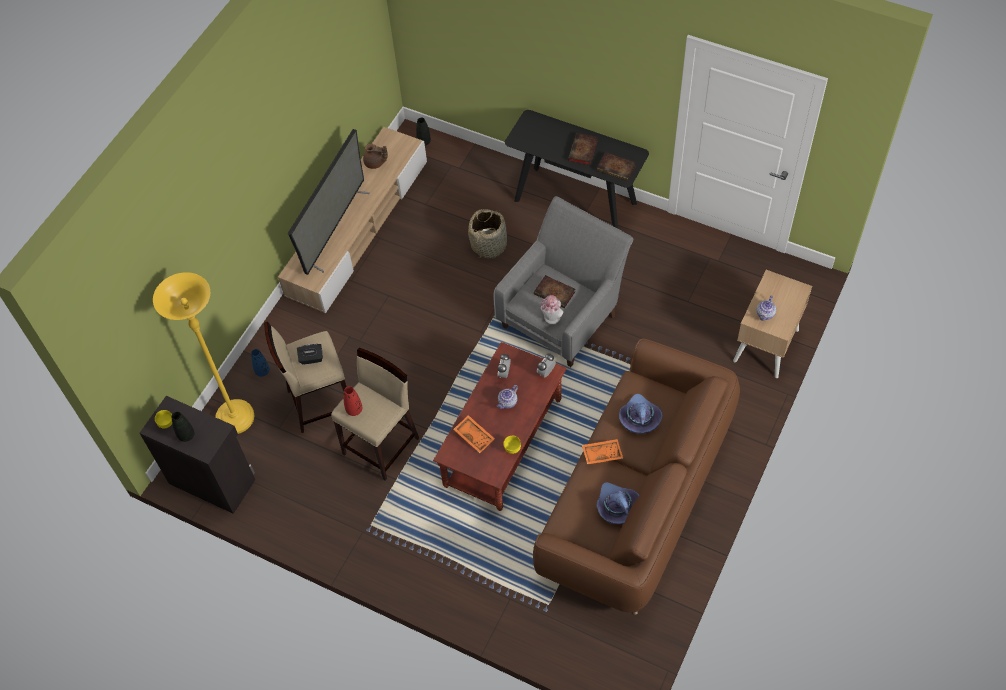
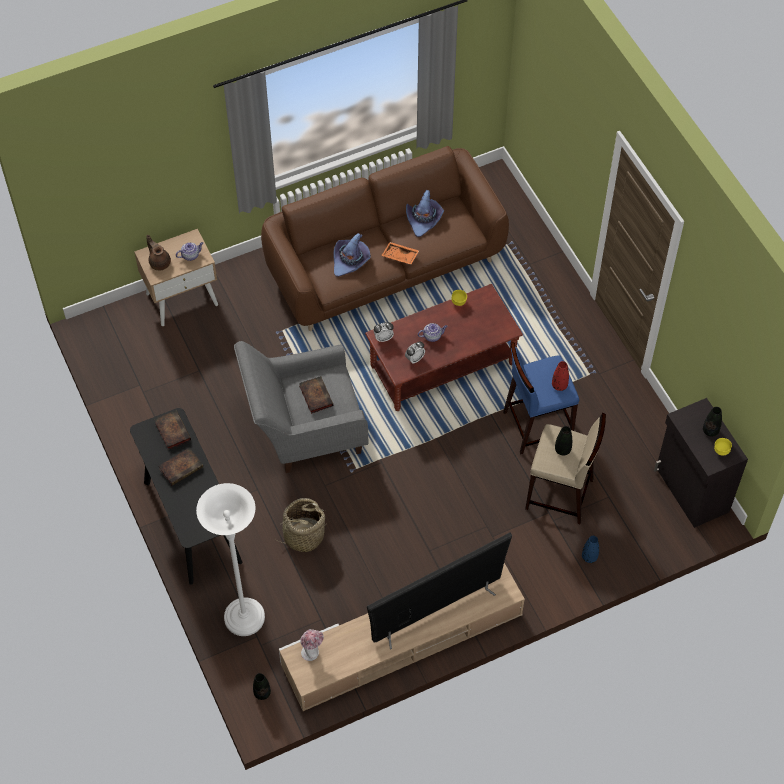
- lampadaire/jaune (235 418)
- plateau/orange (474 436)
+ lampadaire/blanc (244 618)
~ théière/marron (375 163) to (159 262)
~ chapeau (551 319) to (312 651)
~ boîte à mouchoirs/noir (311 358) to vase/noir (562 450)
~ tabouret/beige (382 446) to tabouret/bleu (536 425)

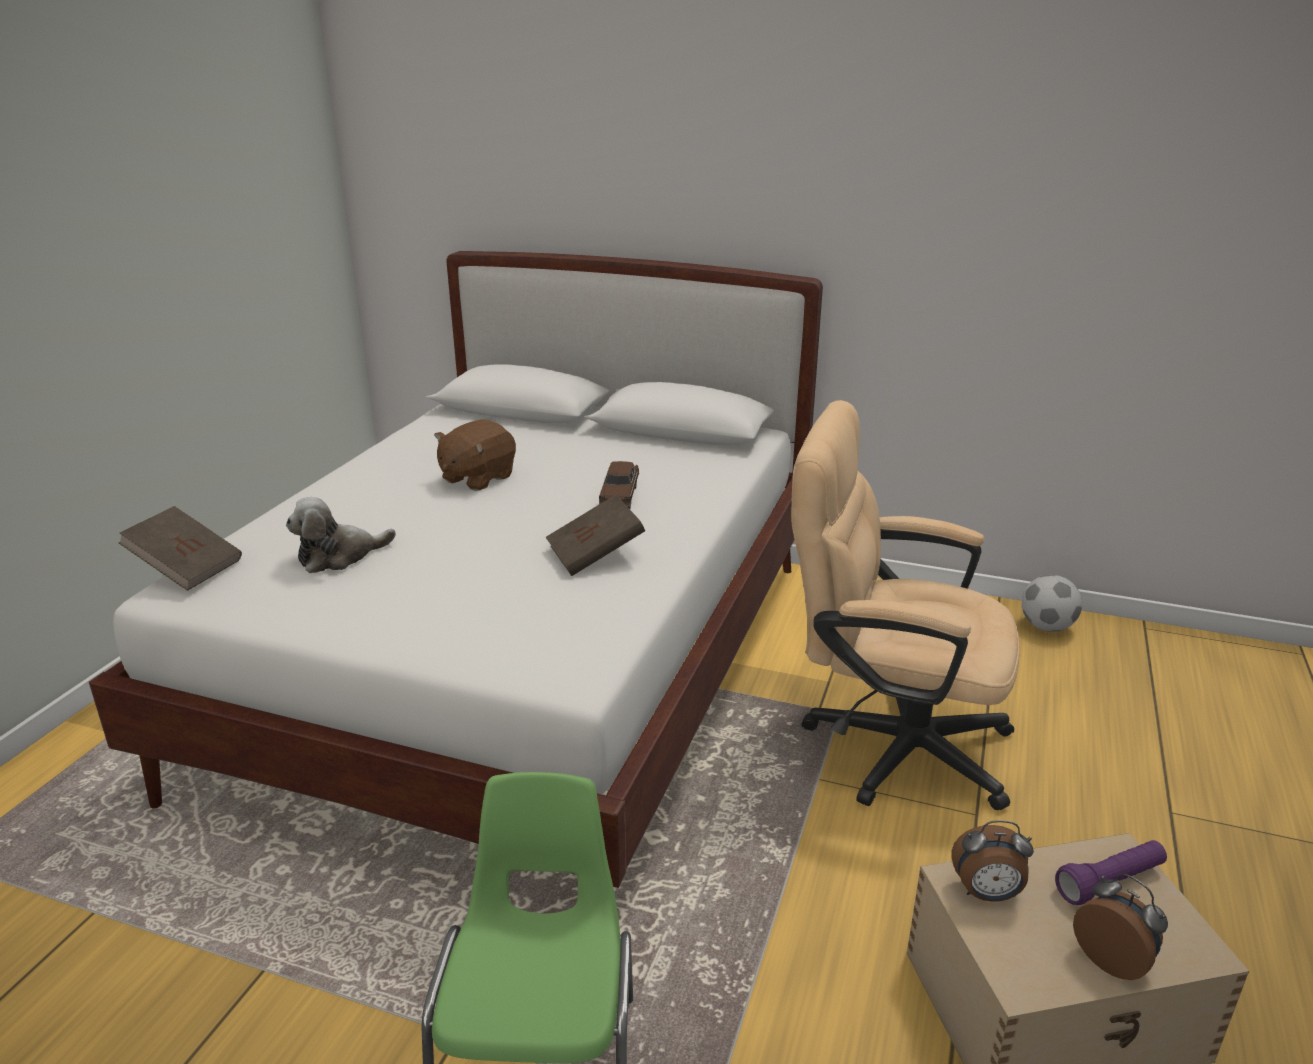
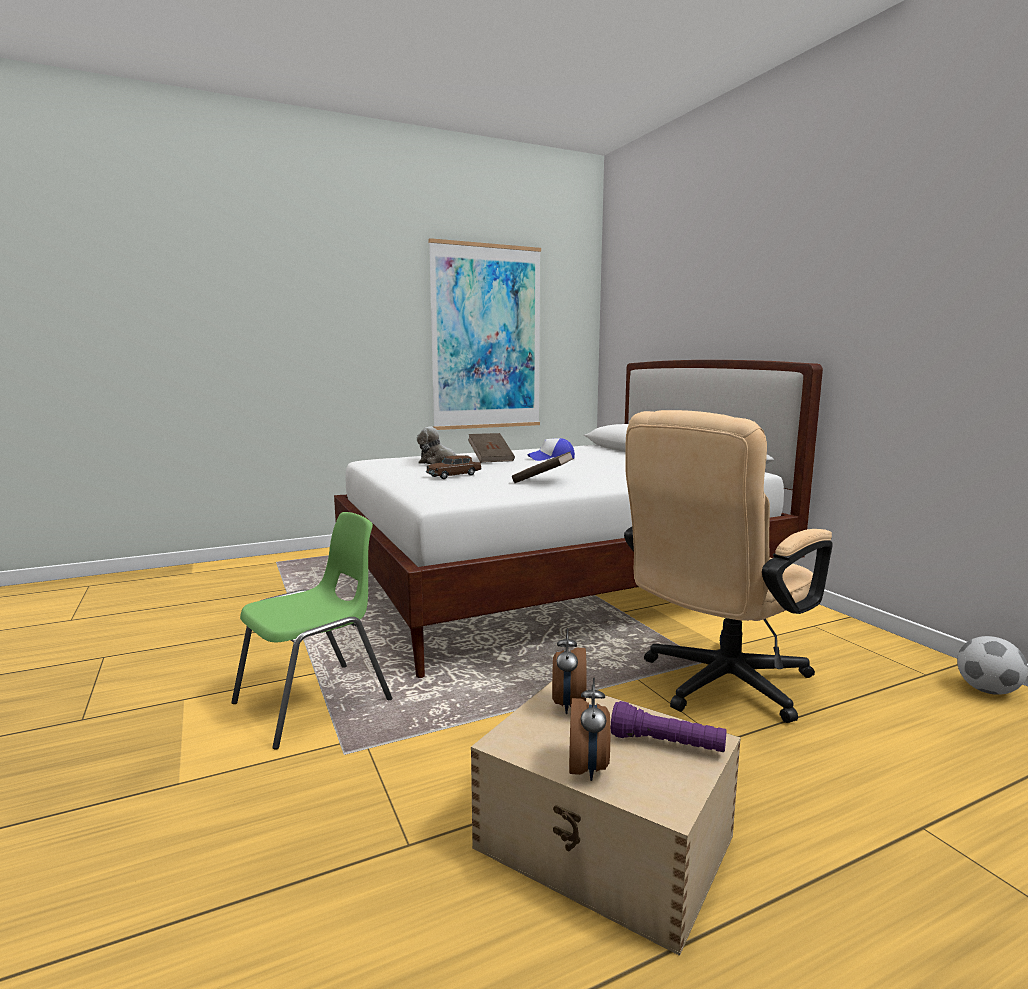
+ tableau (486 338)
~ livre/marron (186 568) to (491 459)
~ petite voiture/marron (619 496) to (454 475)
~ peluche/marron (477 478) to casquette (551 458)
~ chaise de bureau/beige (888 744) = (716 686) 105 degrees counterclockwise
~ réveil (987 894) = (568 705) 45 degrees clockwise

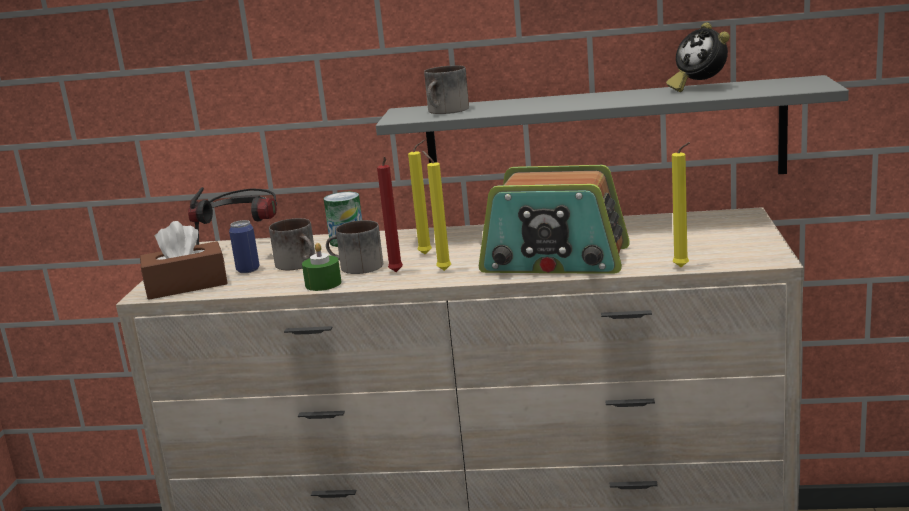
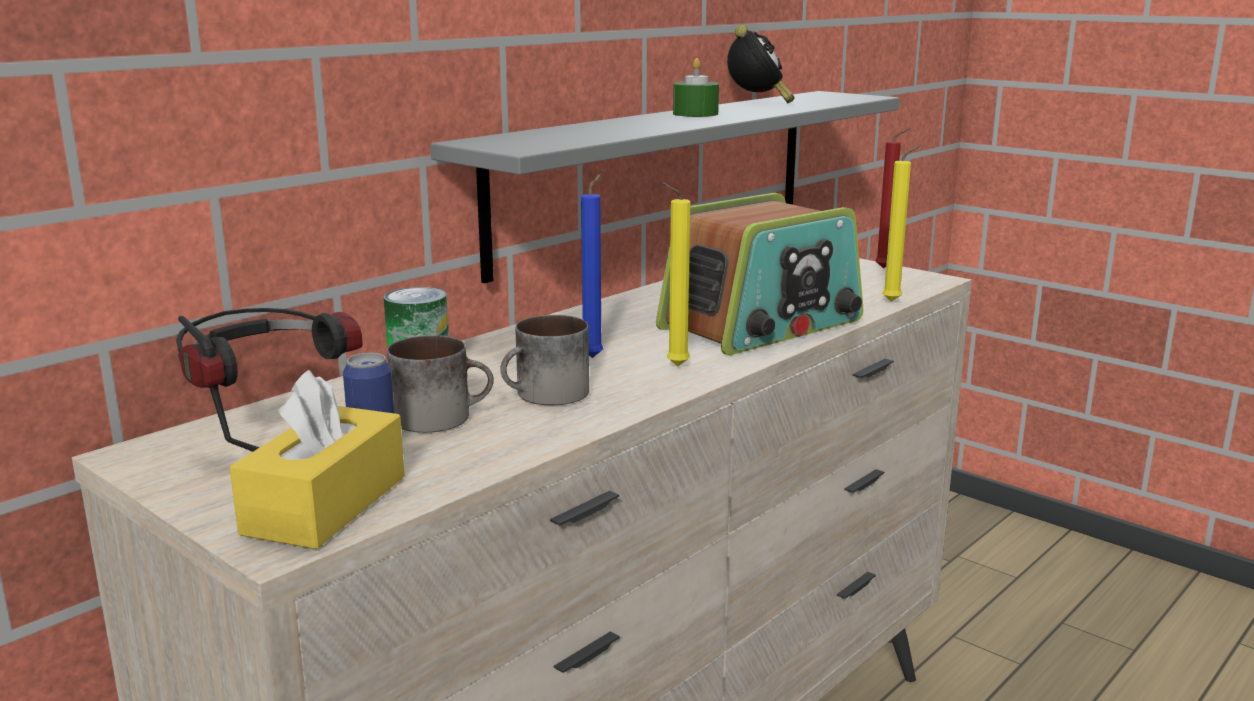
- mug (447 111)
~ bougie/vert (323 284) to (695 114)
~ bougie/rouge (396 273) to (886 268)
~ boîte à mouchoirs/marron (186 285) to boîte à mouchoirs/jaune (326 505)
~ bougie/jaune (427 254) to bougie/bleu (594 357)
~ réveil (699 88) = (757 103) 90 degrees counterclockwise

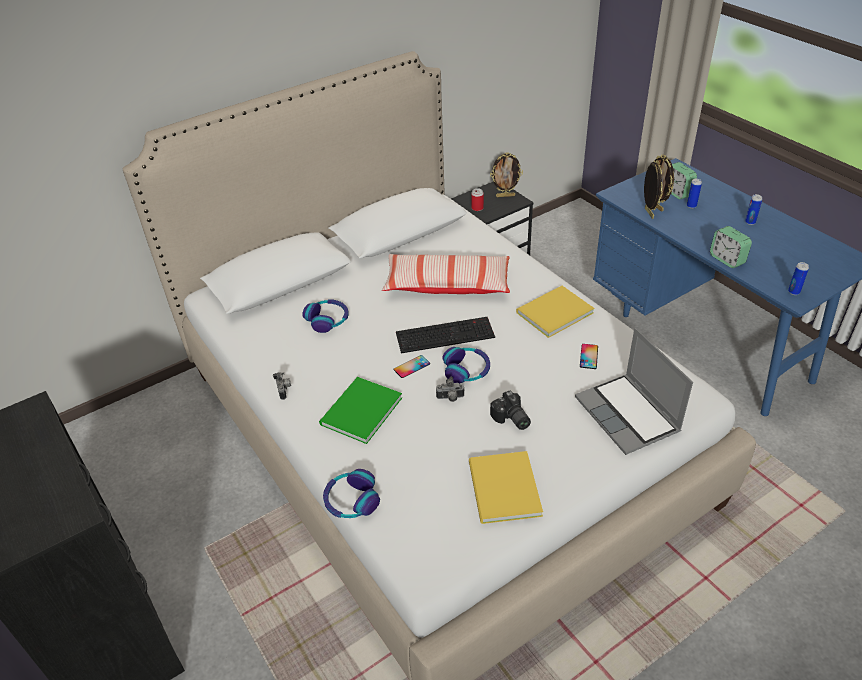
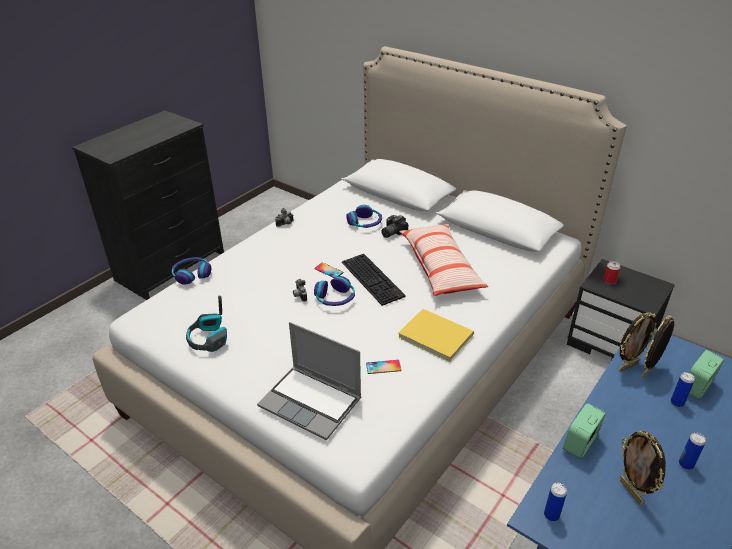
- livre/vert (358 412)
~ cadre photo (505 196) to (631 491)
~ appareil photo (511 419) to (391 232)
~ livre/jaune (502 491) to casque audio (209 339)
~ ordinateur portable (628 415) = (312 402) 105 degrees counterclockwise

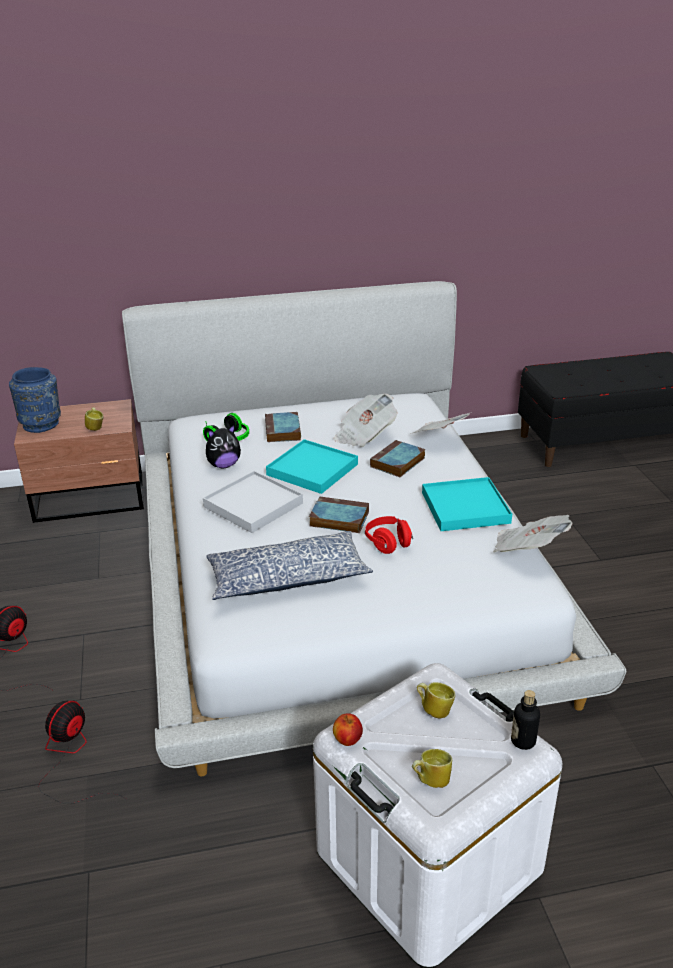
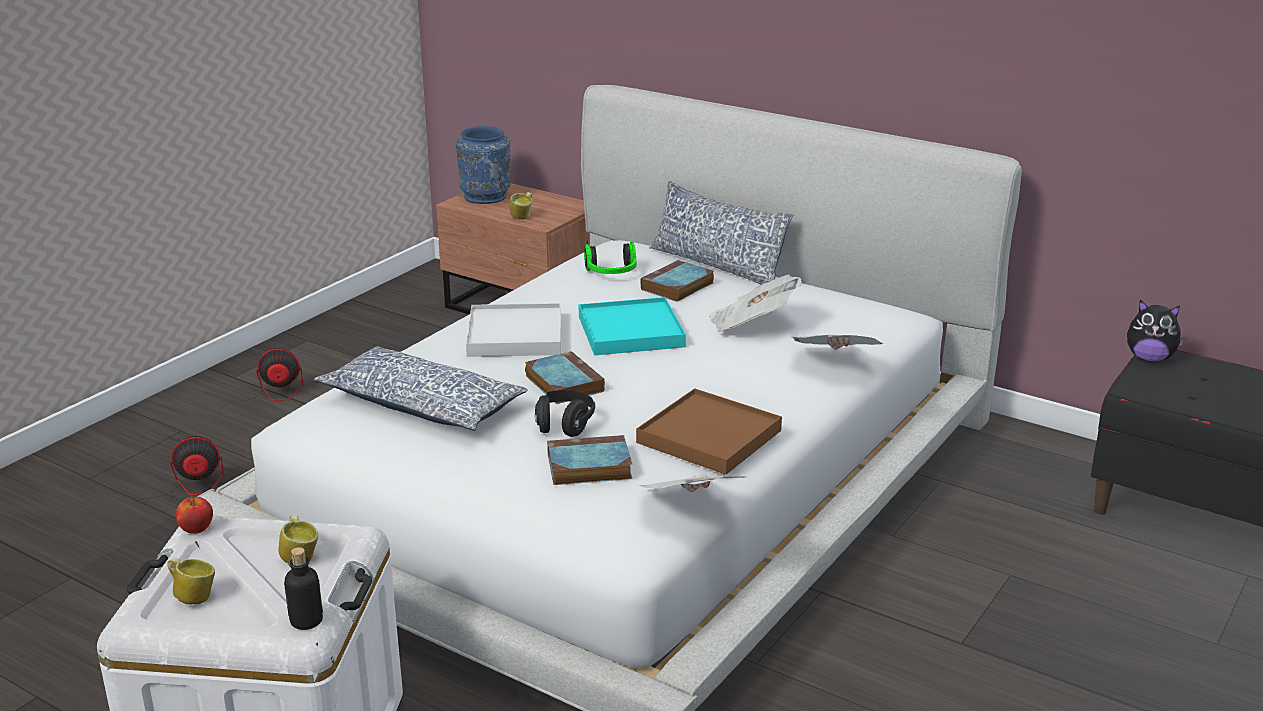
+ coussin (717 265)
~ peluche (223 465) to (1149 358)
~ livre (397 463) to (587 467)
~ casque audio/rouge (388 543) to casque audio/noir (564 426)
~ plateau/turquoise (465 507) to plateau/marron (709 436)

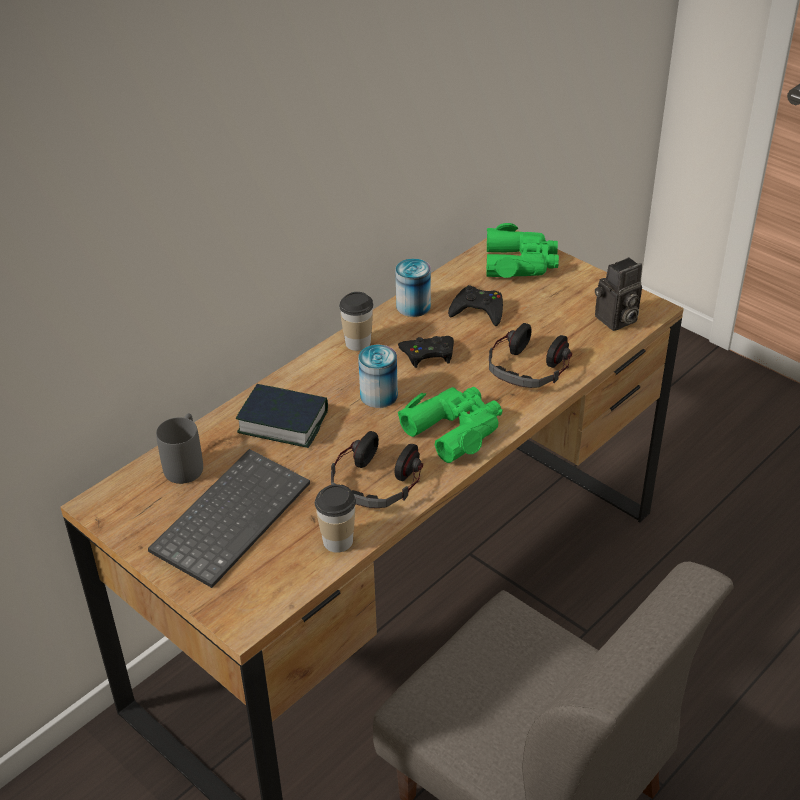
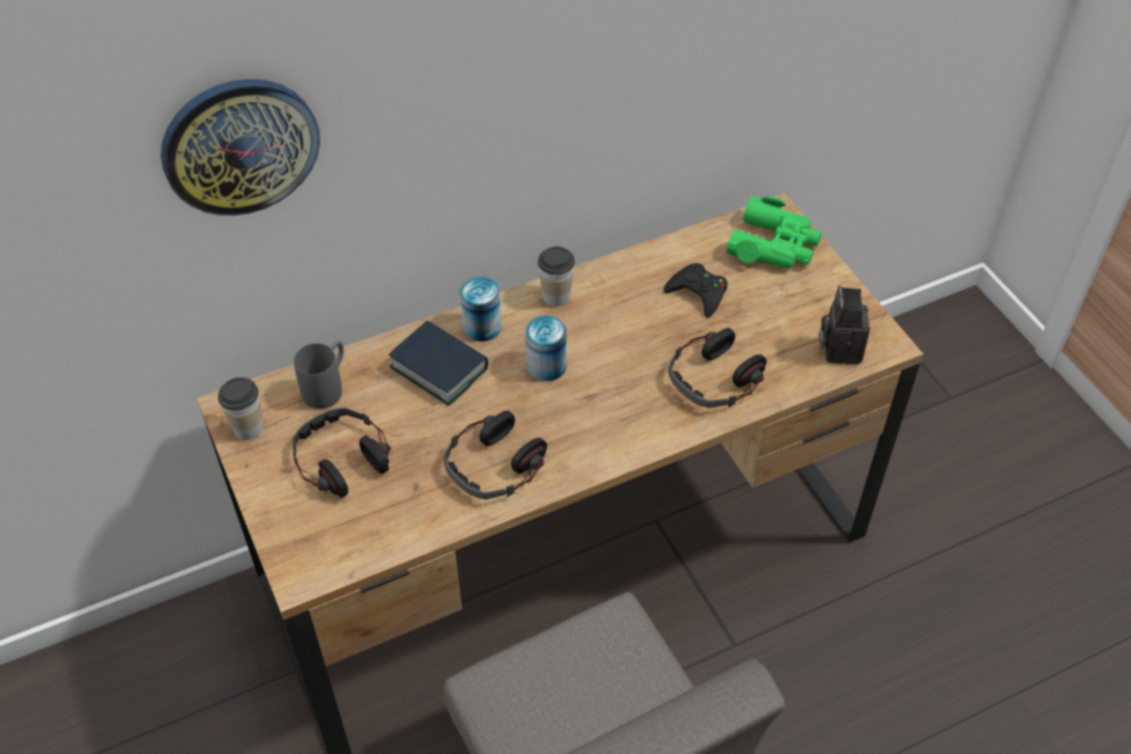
- manette/noir (428 354)
- jumelles/vert (455 429)
+ horloge murale (240 146)
~ tasse (338 541) to (248 428)
~ boîte métallique (413 306) to (482 326)
~ clavier (231 516) to casque audio (341 459)
~ appareil photo (616 320) = (839 348) 105 degrees clockwise

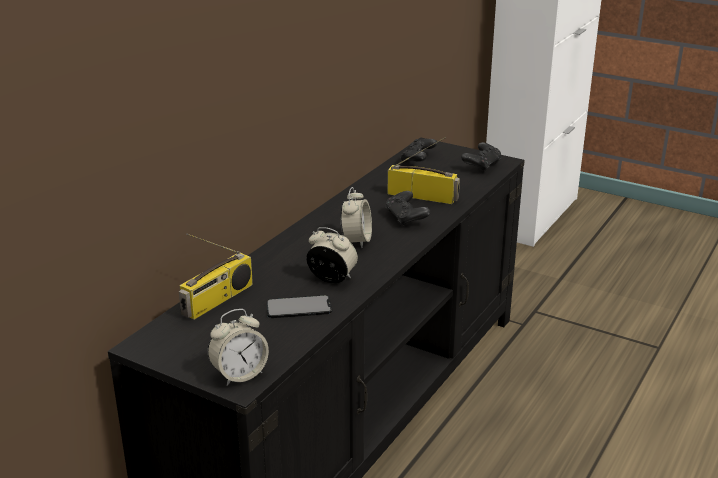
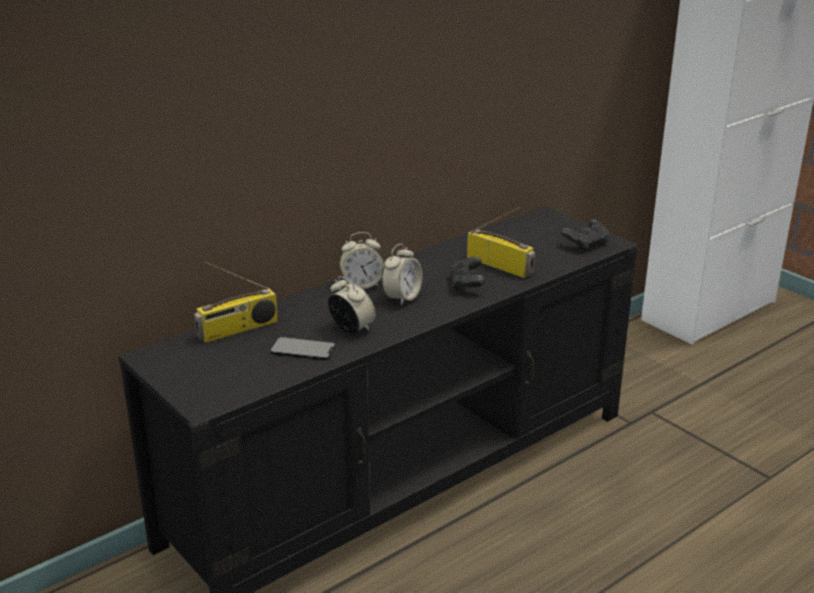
- manette/noir (417 160)
~ réveil (239 374) to (362 285)

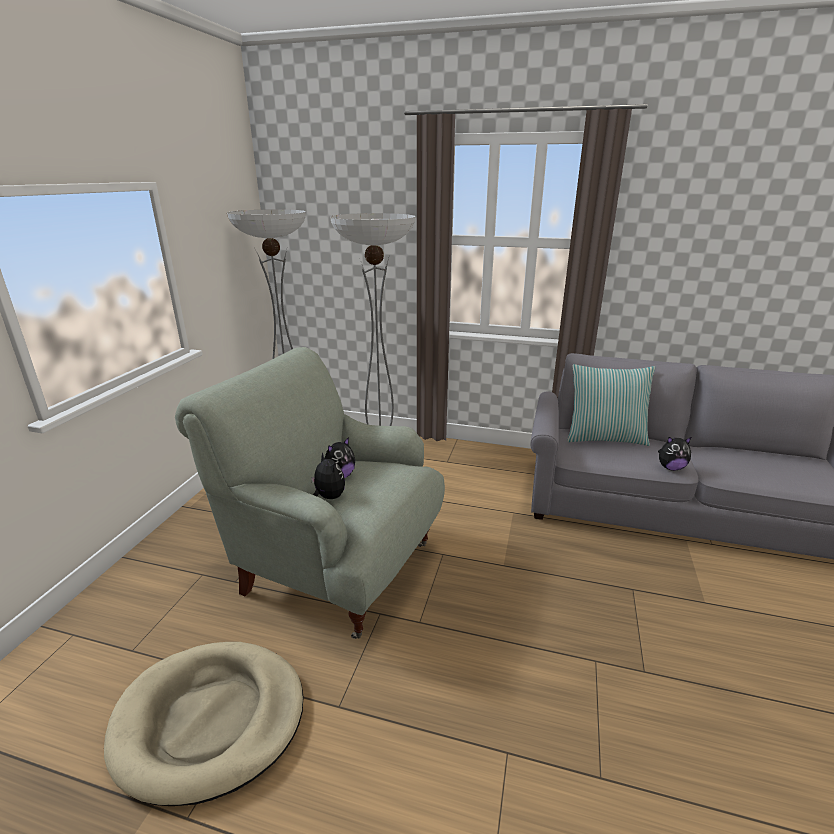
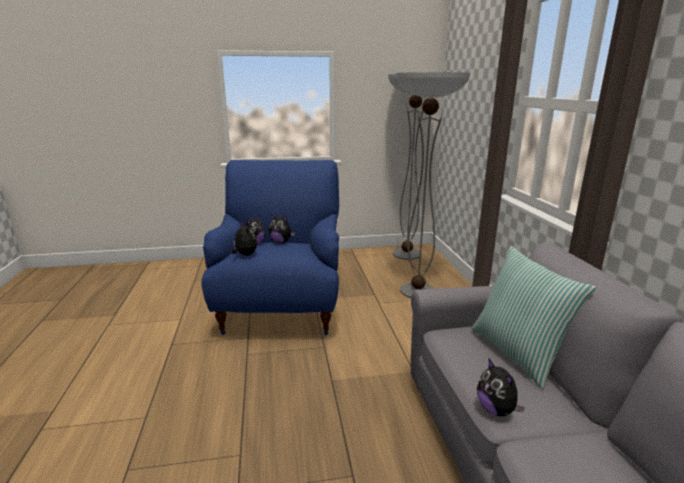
- panier pour chien/beige (210 721)
+ peluche (245 255)
~ fauteuil/gris (336 567) to fauteuil/bleu (281 310)

